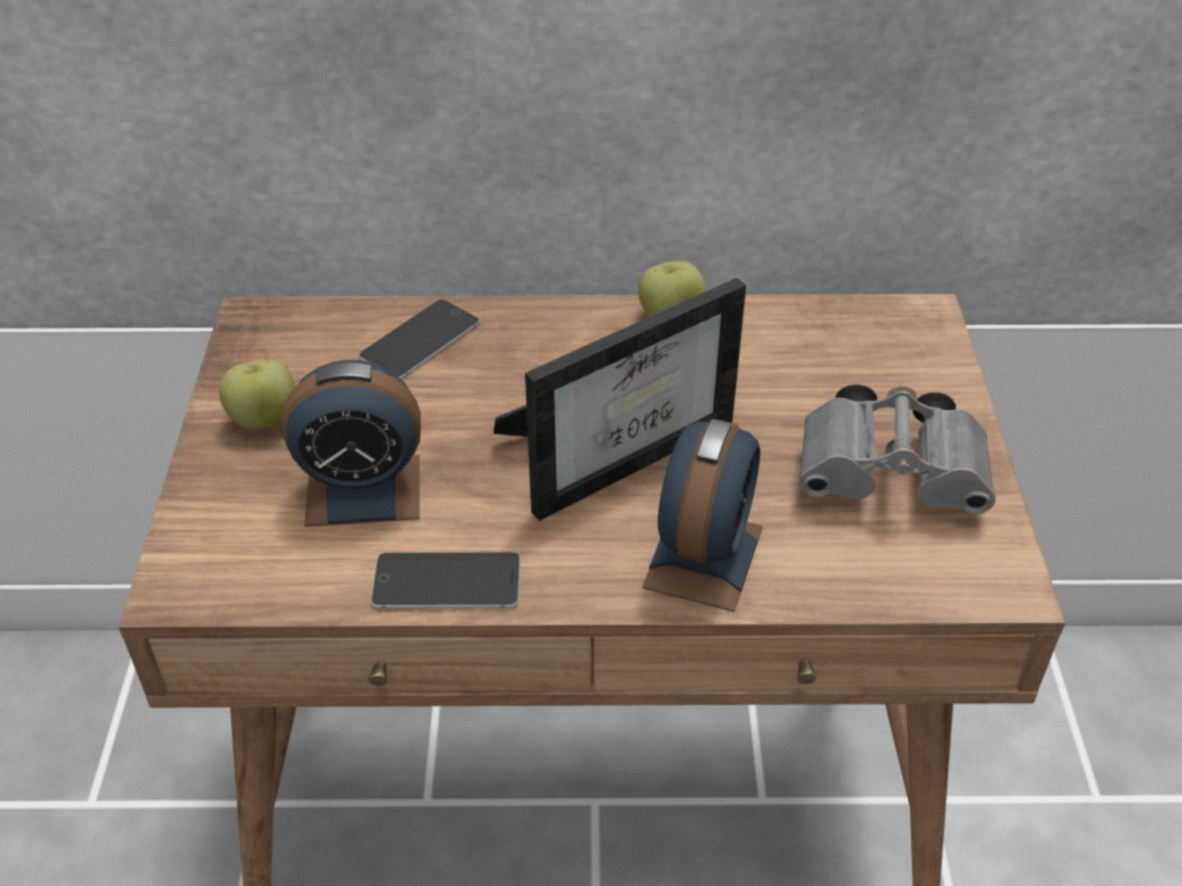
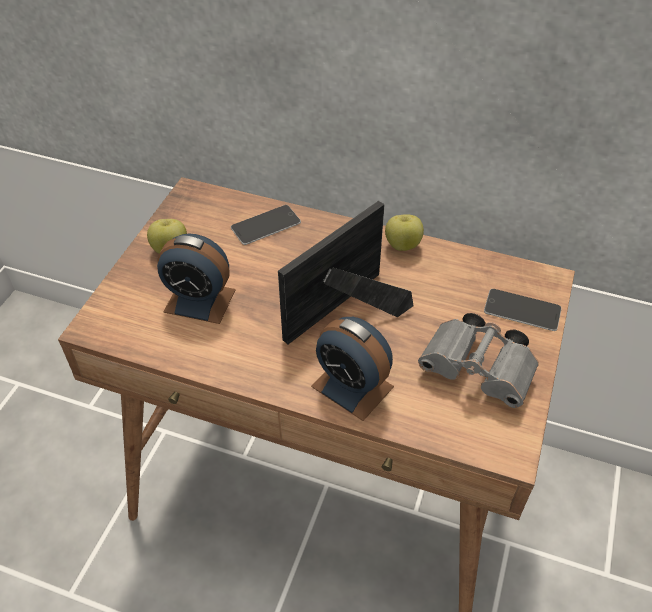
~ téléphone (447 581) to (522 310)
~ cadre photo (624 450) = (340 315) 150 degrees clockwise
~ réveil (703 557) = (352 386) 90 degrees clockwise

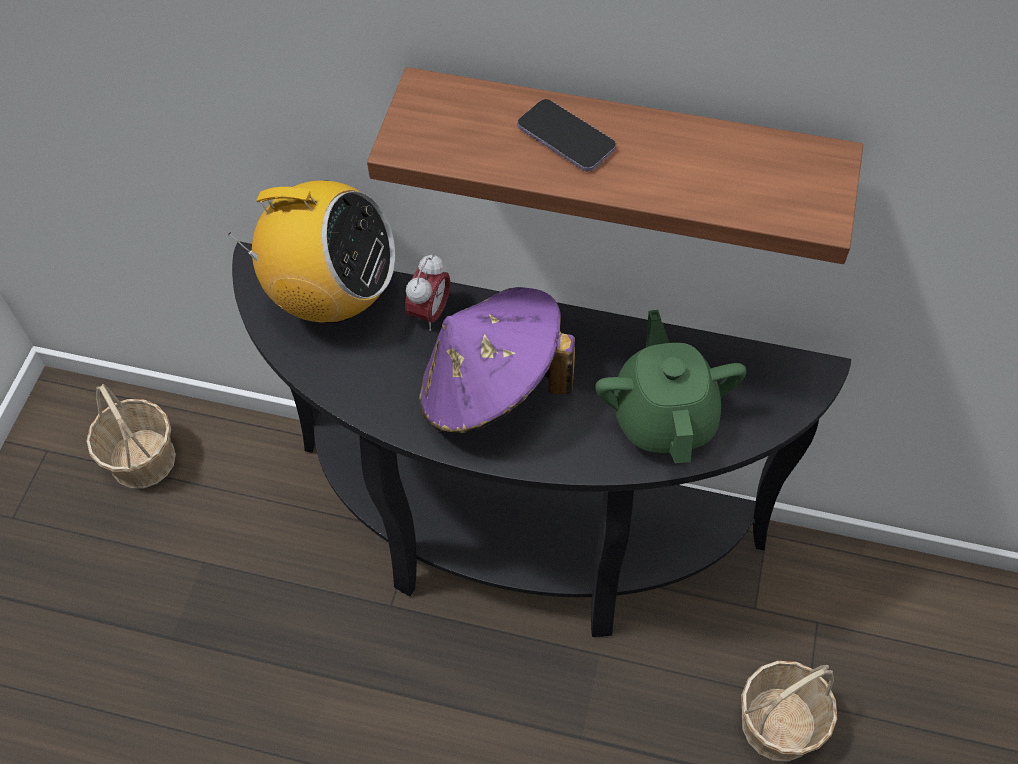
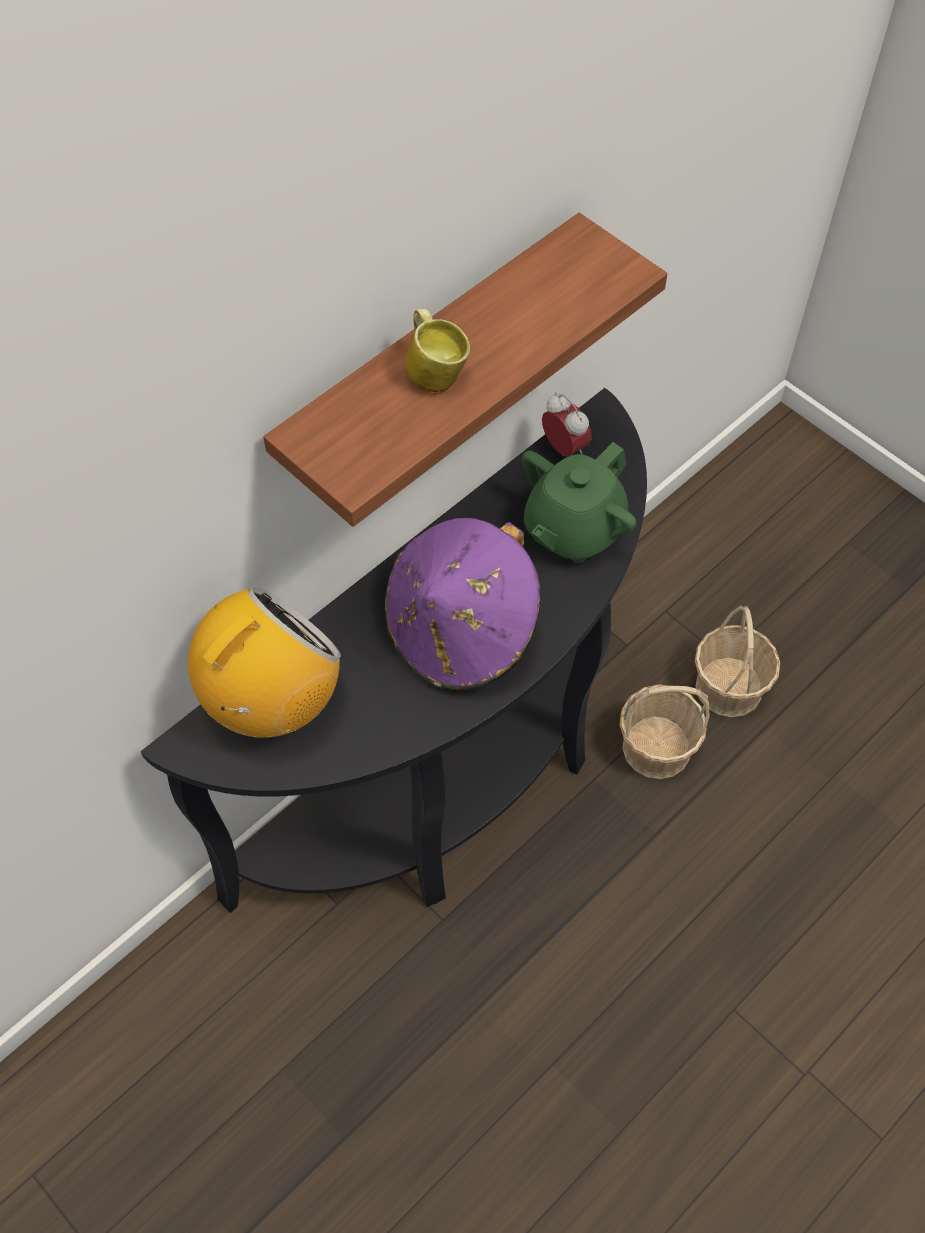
~ panier (143 459) to (656 747)
~ réveil (430 313) to (564 448)
~ téléphone (566 138) to mug (435 372)
~ théière/vert (664 417) = (573 530) 75 degrees counterclockwise

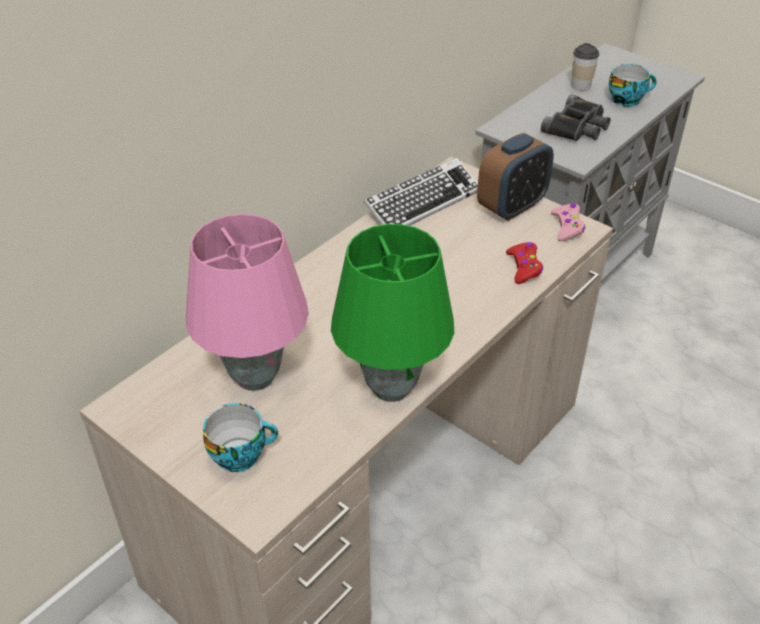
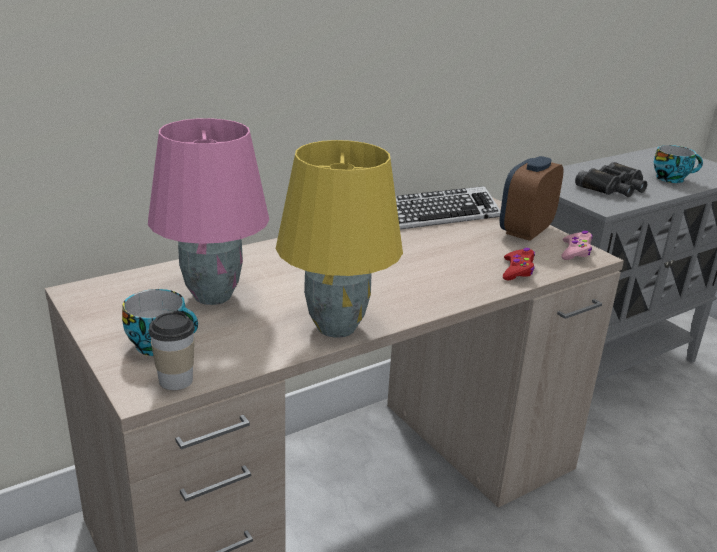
~ tasse (580 86) to (175 380)
~ lampe de table/vert (391 389) to lampe de table/jaune (336 328)
~ réveil (512 207) = (526 231) 150 degrees clockwise

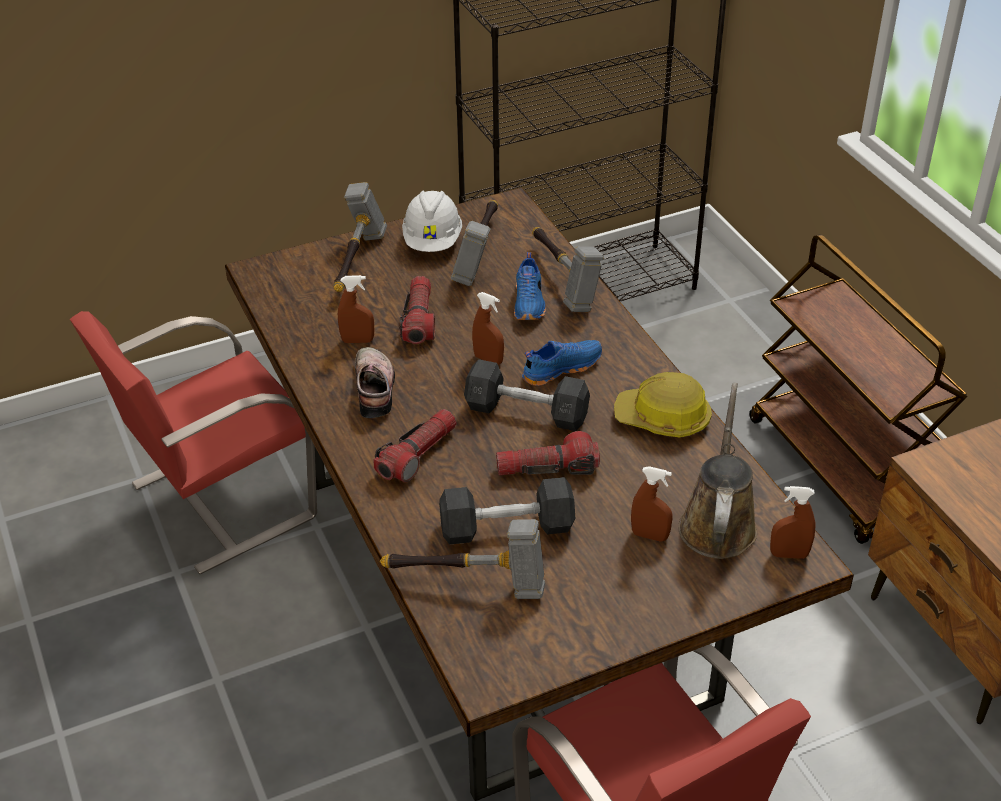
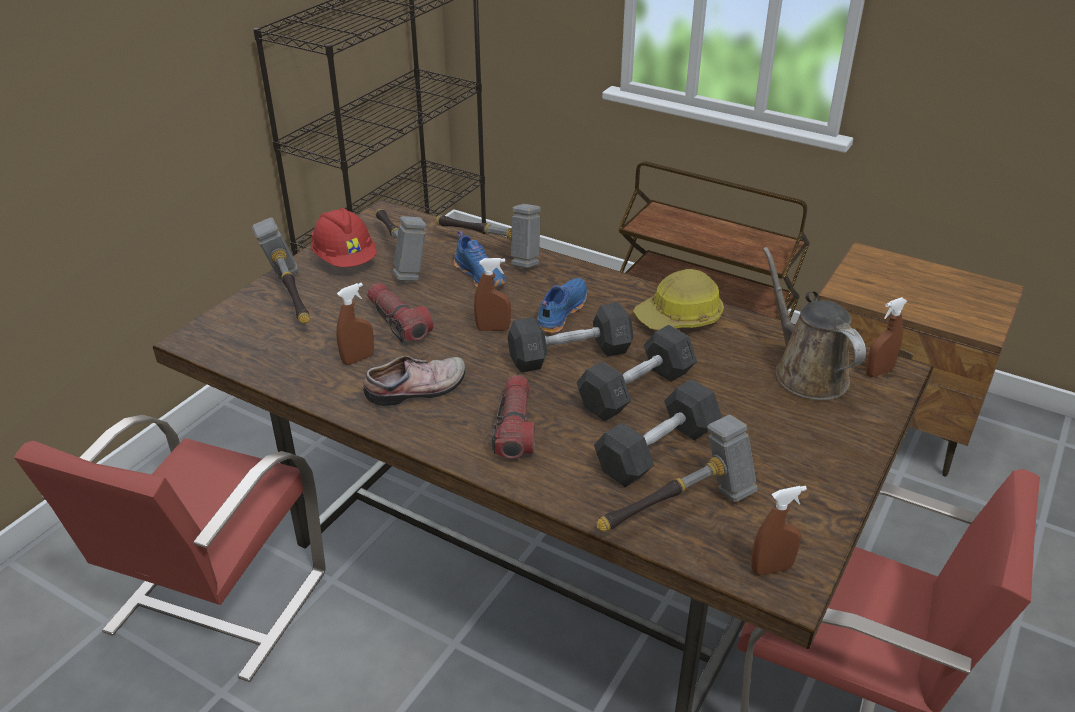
~ vaporisateur/marron (649 535) to (771 568)
~ lampe de poche (547 468) to haltère/gris (636 390)
~ casque de chantier/blanc (433 241) to casque de chantier/rouge (345 260)
~ chaussure (376 388) = (418 390) 105 degrees clockwise

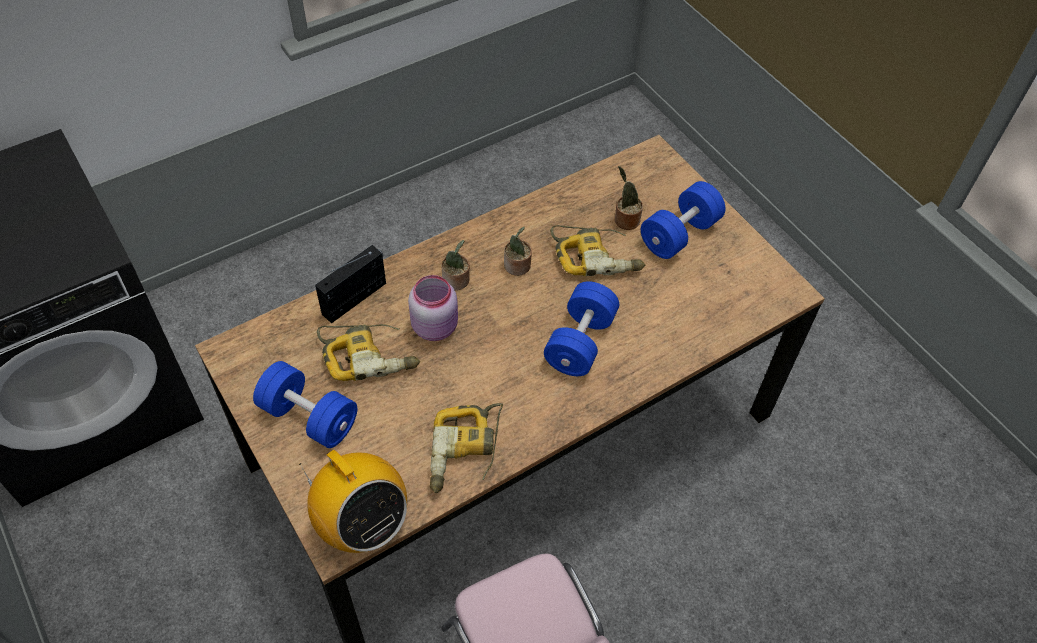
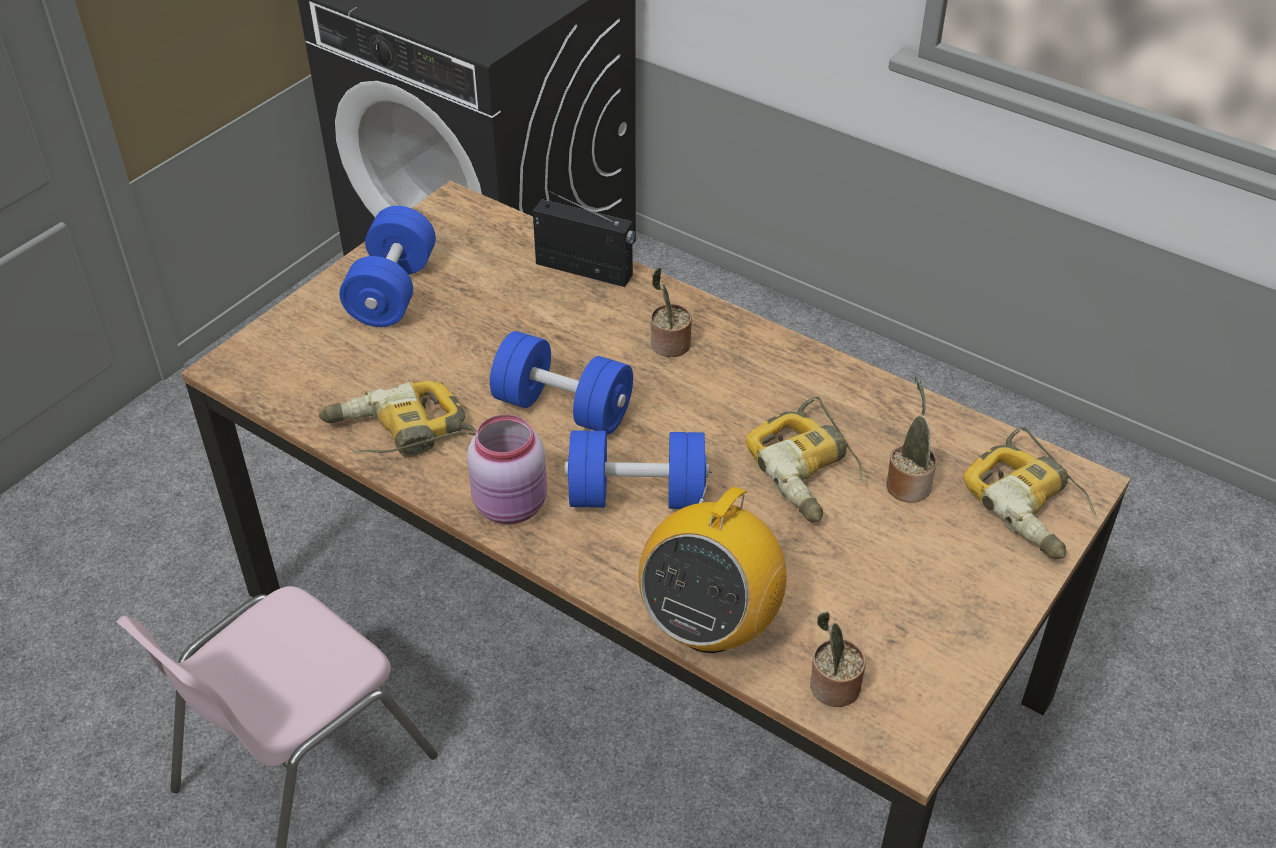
~ radio (362 524) to (709 624)
~ perceuse (369 355) to (1031 505)
~ bocal/rose (436 326) to (512 506)
~ plante en pot (517 267) to (831 688)
~ haltère/bleu (679 234) to (563 408)

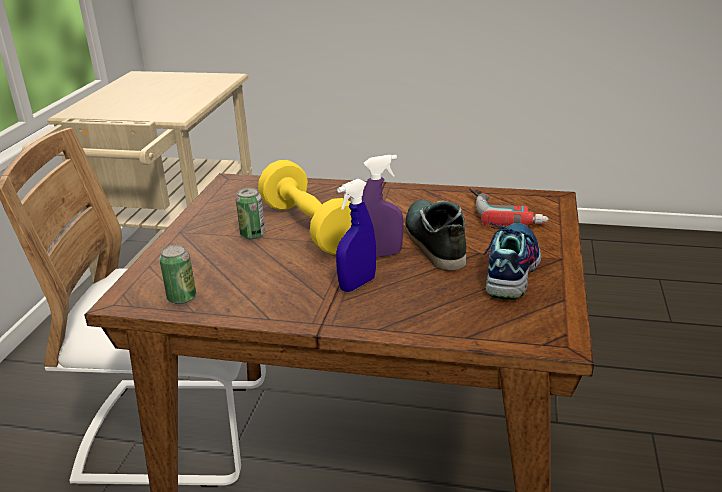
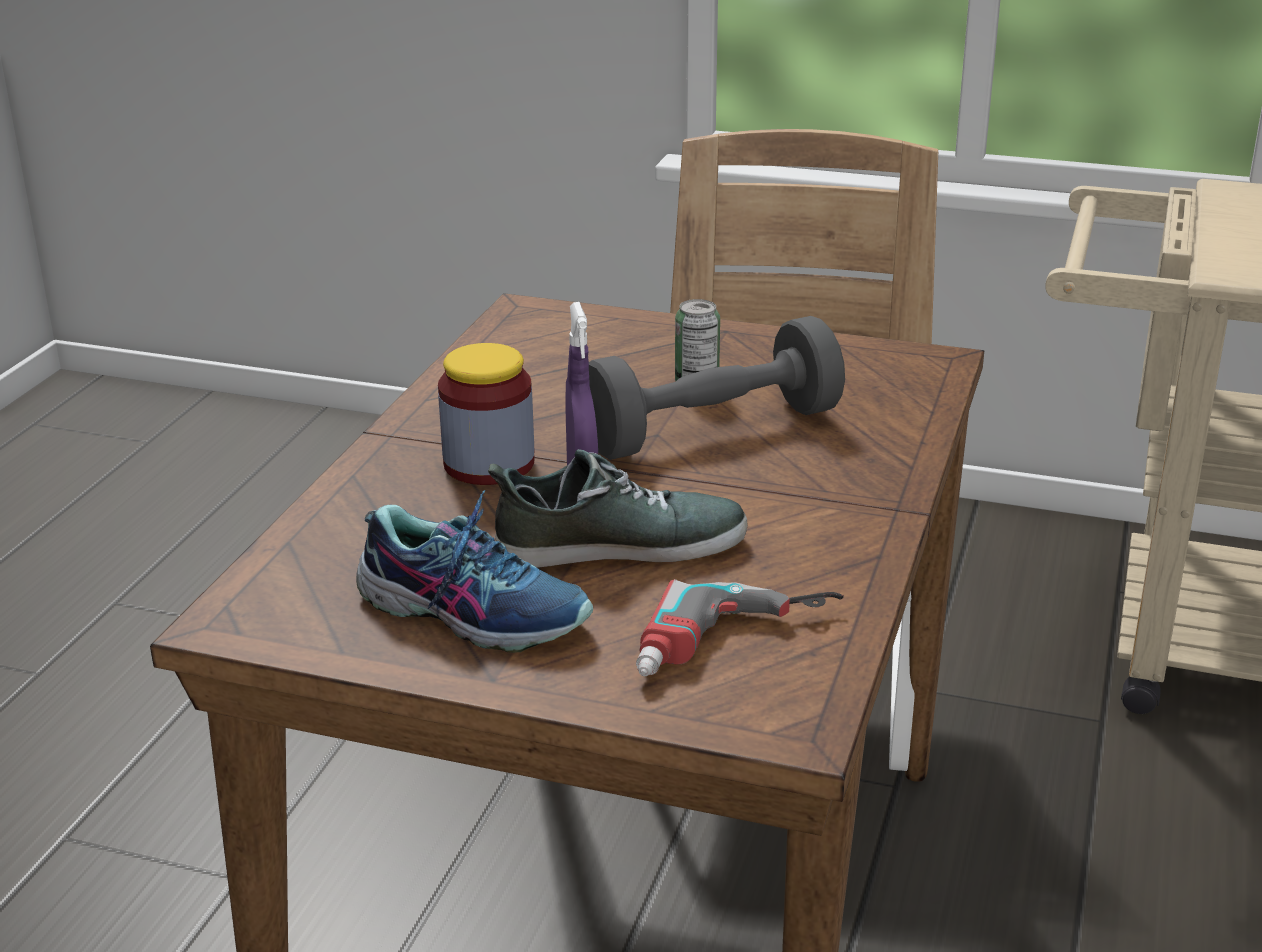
- boîte métallique (182 298)
~ vaporisateur/bleu (357 284) to bocal (489 464)
~ haltère/jaune (310 227) to haltère/gris (712 430)

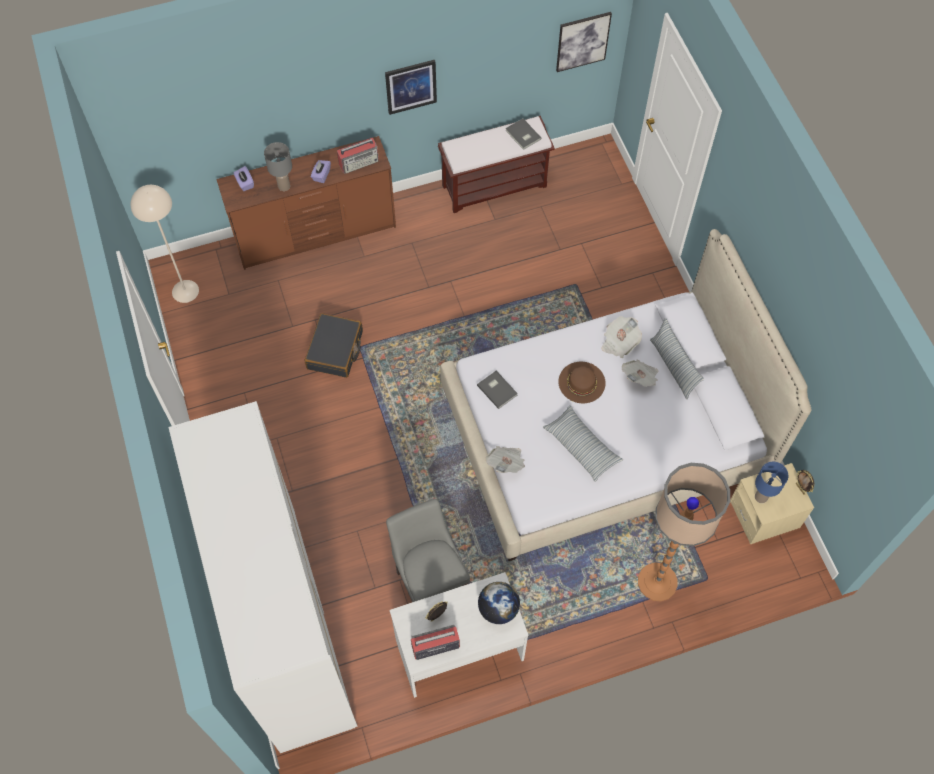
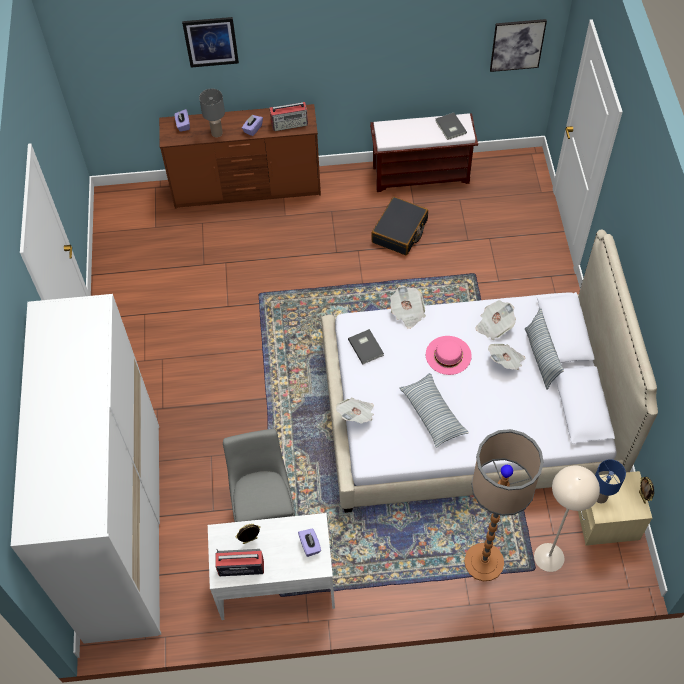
+ journal (407 312)
~ lampadaire/beige (185 291) to (549 557)
~ valise/noir (335 350) to (400 232)
~ tableau (411 86) to (211 41)
~ globe (498 609) to boîte à mouchoirs/violet (310 545)
~ chapeau/marron (581 382) to chapeau/rose (448 355)

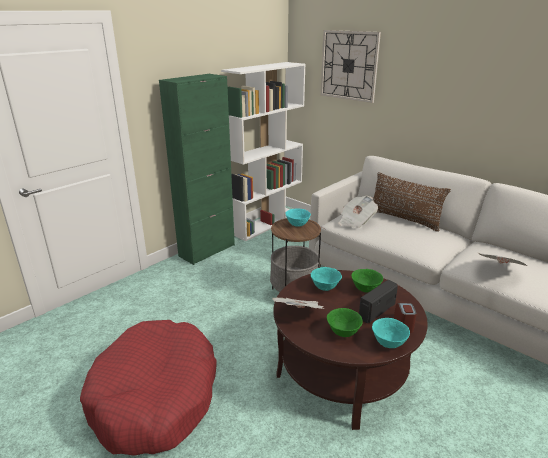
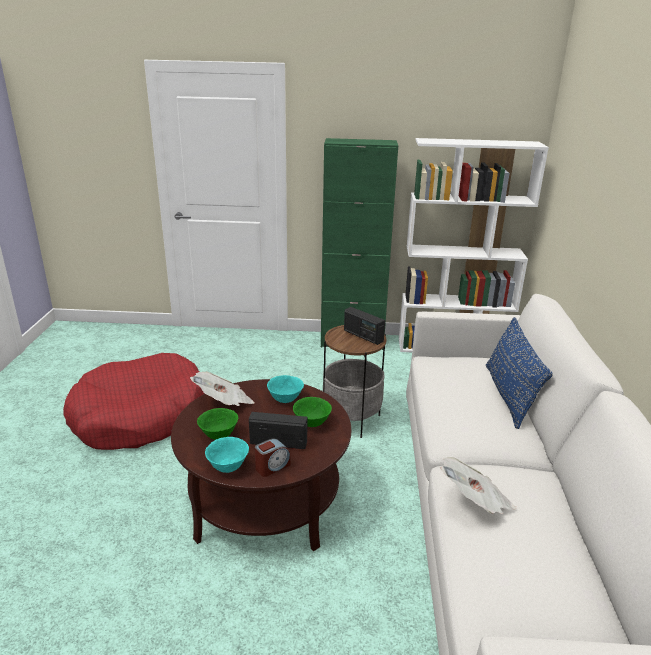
- horloge murale (349 65)
- journal (356 221)
~ bol/turquoise (297 225) to radio (363 336)
~ coussin/marron (404 219) to coussin/bleu (509 395)

